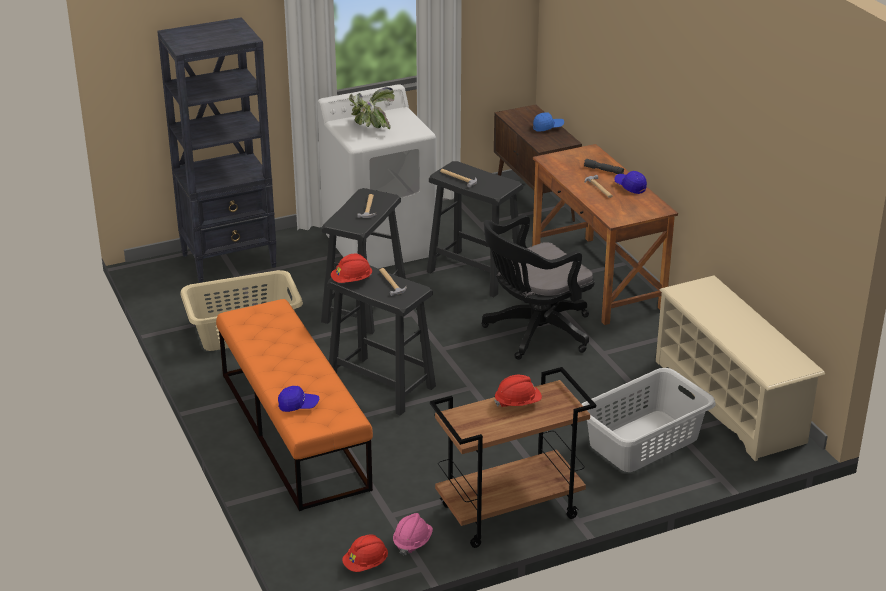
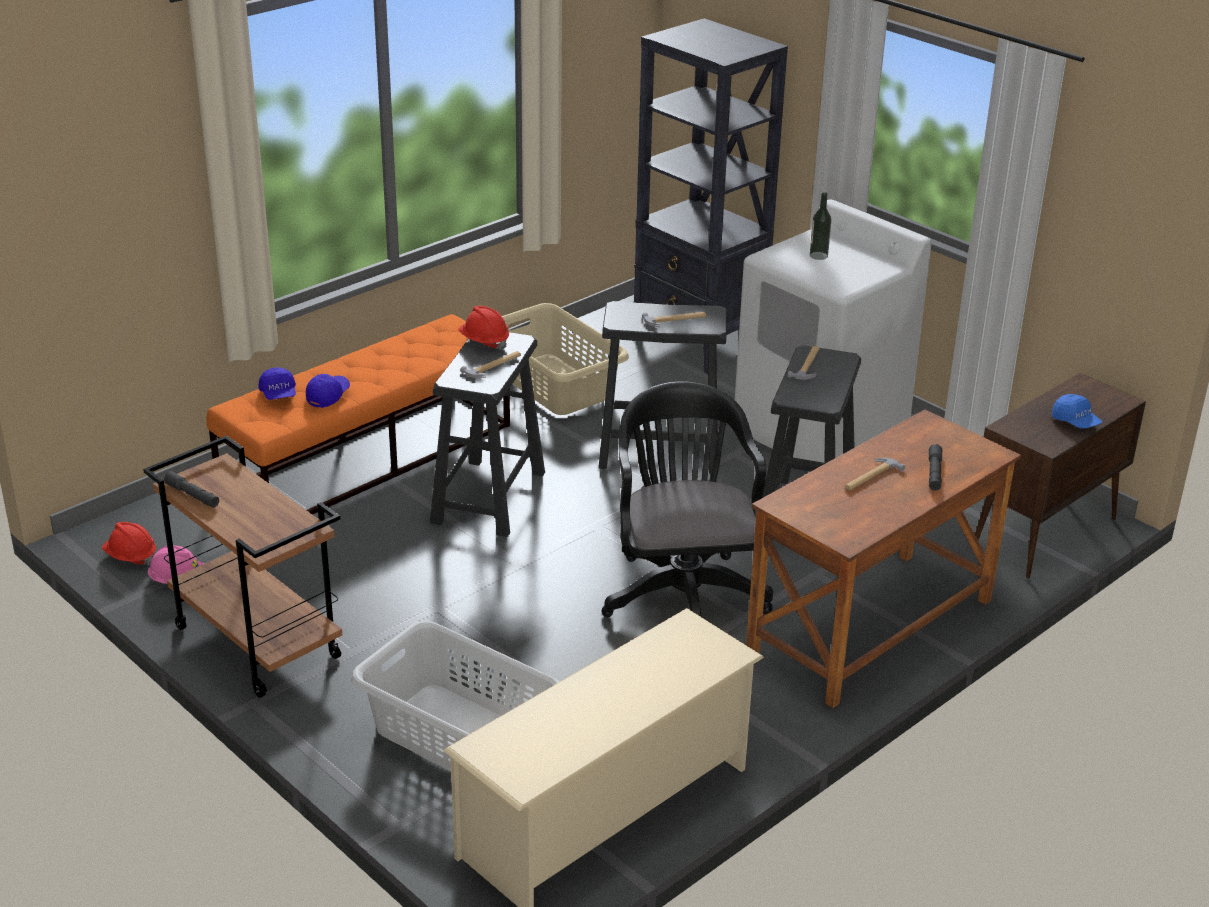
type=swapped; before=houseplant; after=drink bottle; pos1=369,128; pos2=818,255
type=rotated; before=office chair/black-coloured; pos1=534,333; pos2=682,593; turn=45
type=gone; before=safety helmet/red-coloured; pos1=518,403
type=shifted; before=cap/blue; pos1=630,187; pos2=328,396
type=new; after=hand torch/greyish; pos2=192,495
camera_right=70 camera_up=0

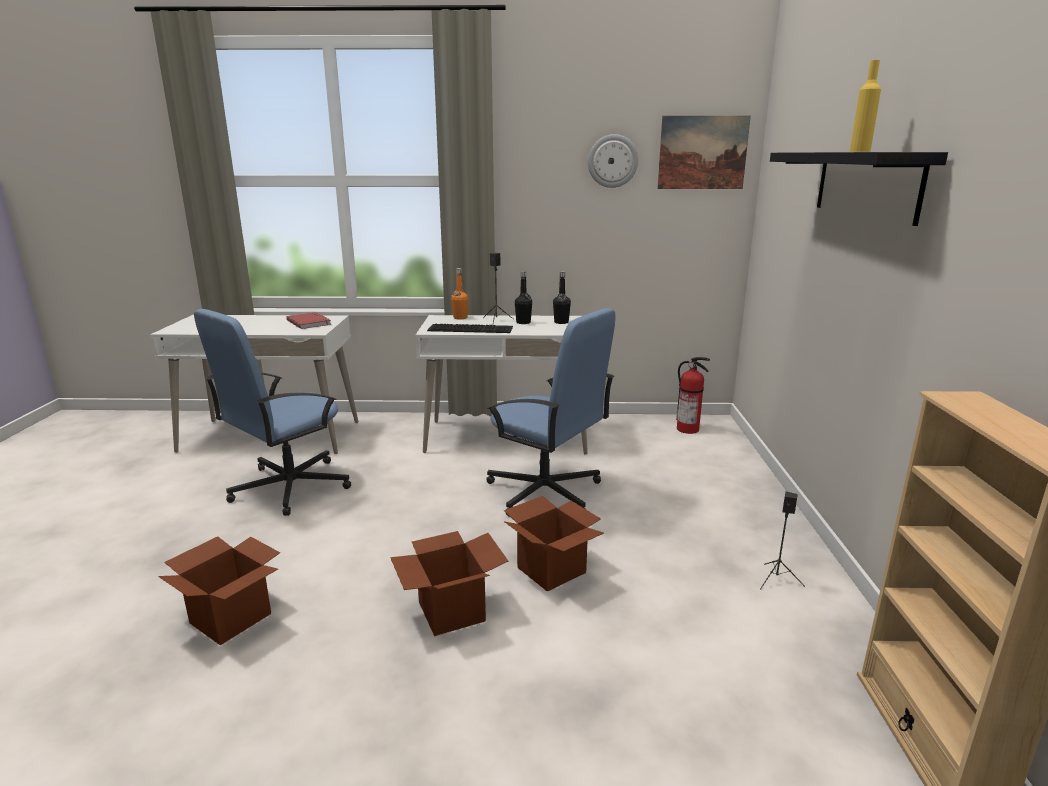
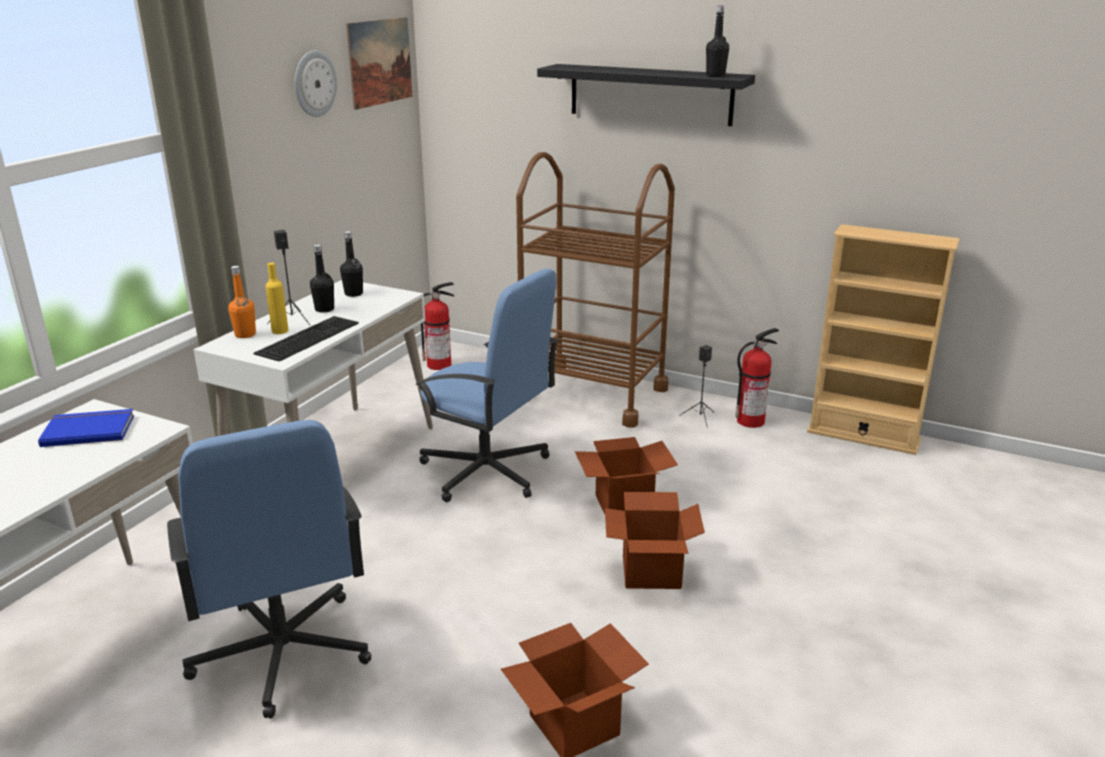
type=repainted; before=bound book/red-coloured; after=bound book/blue; pos1=310,322; pos2=88,430
type=rotated; before=office chair/blue; pos1=545,492; pos2=487,471; turn=60
type=shifted; before=drink bottle/yellowish; pos1=859,151; pos2=280,331
type=new; after=cart/brownish; pos2=592,394
type=new; after=drink bottle/black-coloured; pos2=715,76
type=new; after=fire-fighting cylinder; pos2=751,421
camera_right=-65 camera_up=5

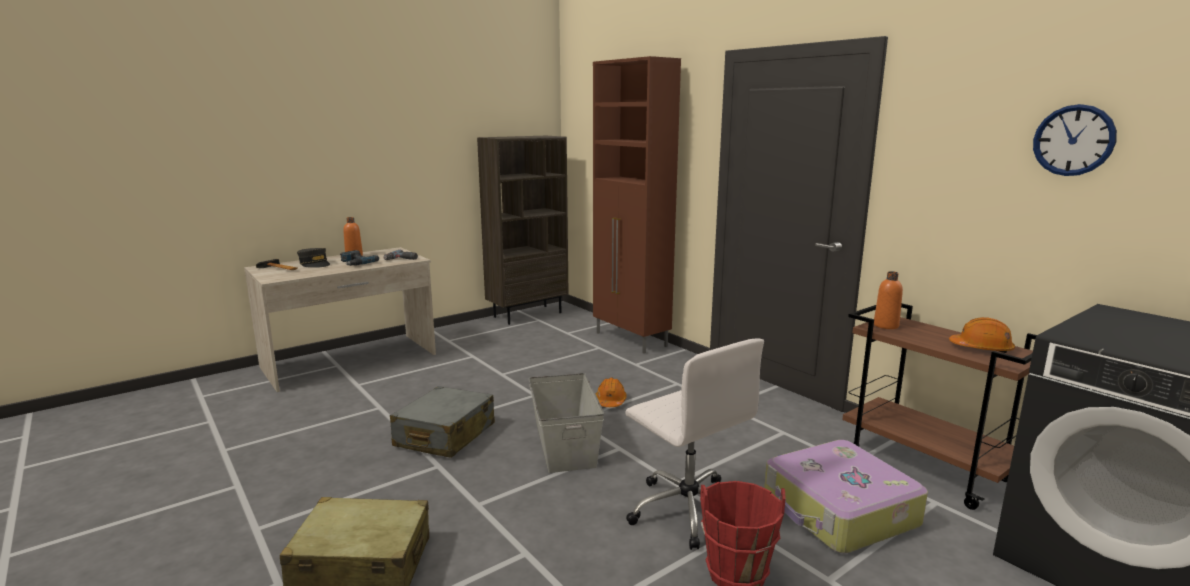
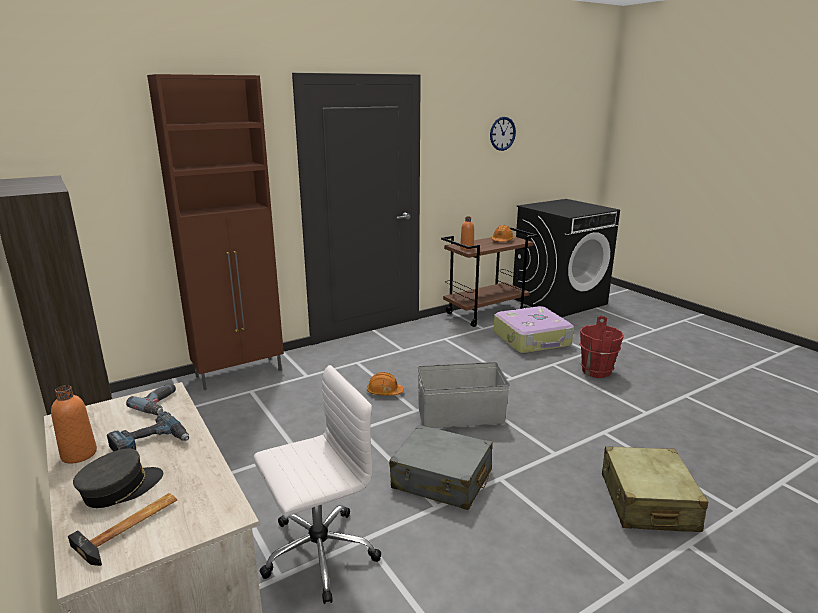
type=shifted; before=office chair/white; pos1=686,509; pos2=317,553
camera_right=-85 camera_up=5

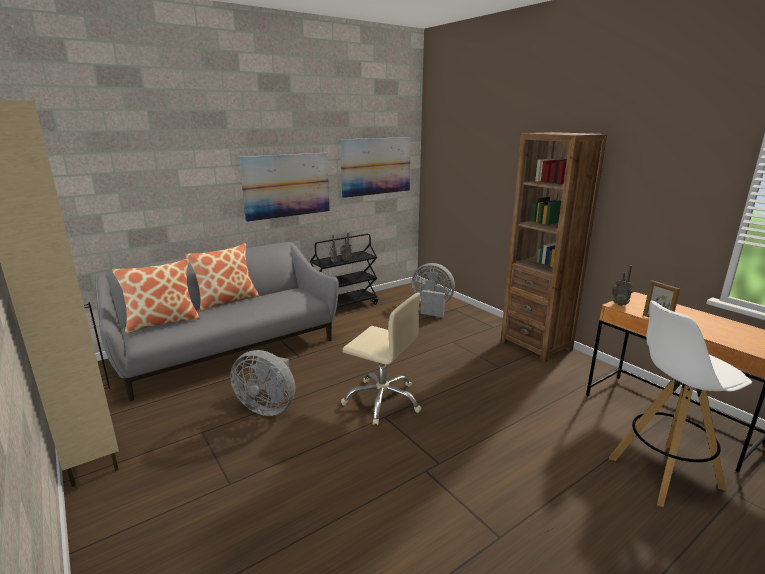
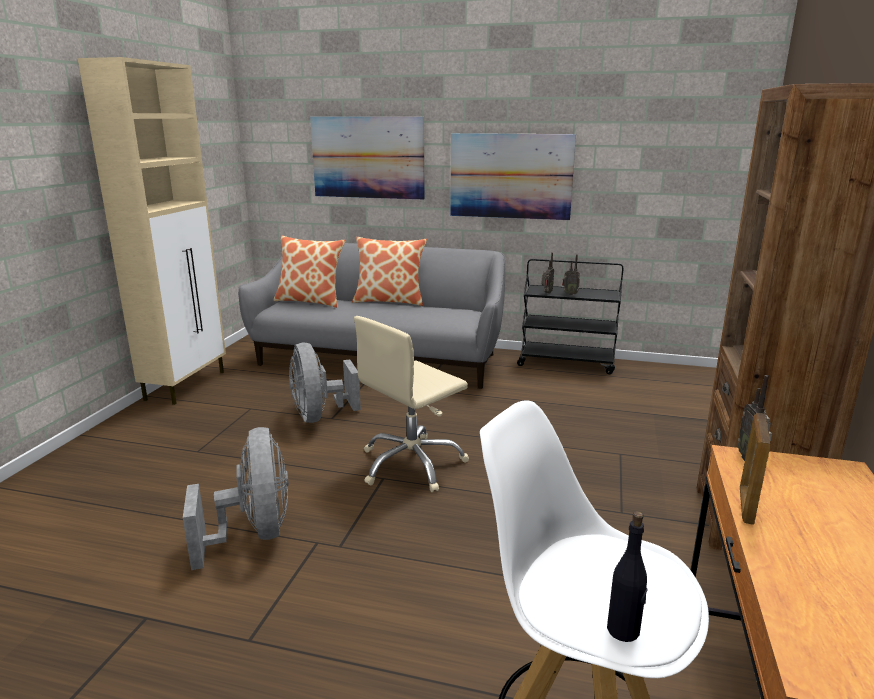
type=shifted; before=wall art; pos1=376,166; pos2=368,157
type=rotated; before=office chair/sand-coloured; pos1=383,400; pos2=412,464; turn=60
type=shifted; before=cooling fan/greyish; pos1=431,307; pos2=254,534
type=new; after=drink bottle/black-coloured; pos2=623,630
camera_right=50 camera_up=0

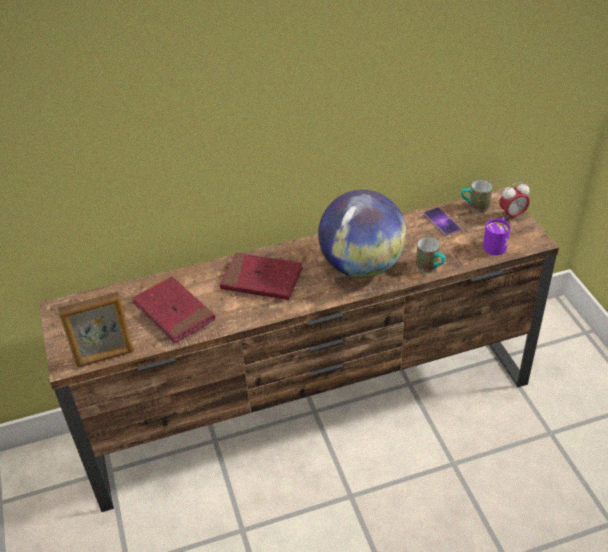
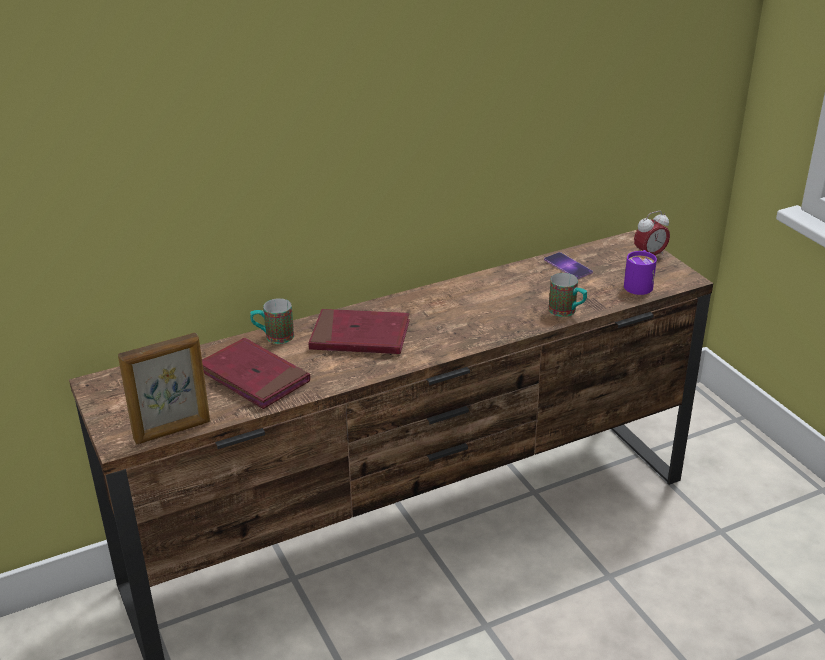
type=gone; before=desk globe; pos1=362,266
type=shifted; before=tea mug; pos1=474,207; pos2=273,337
camera_right=-10 camera_up=-10

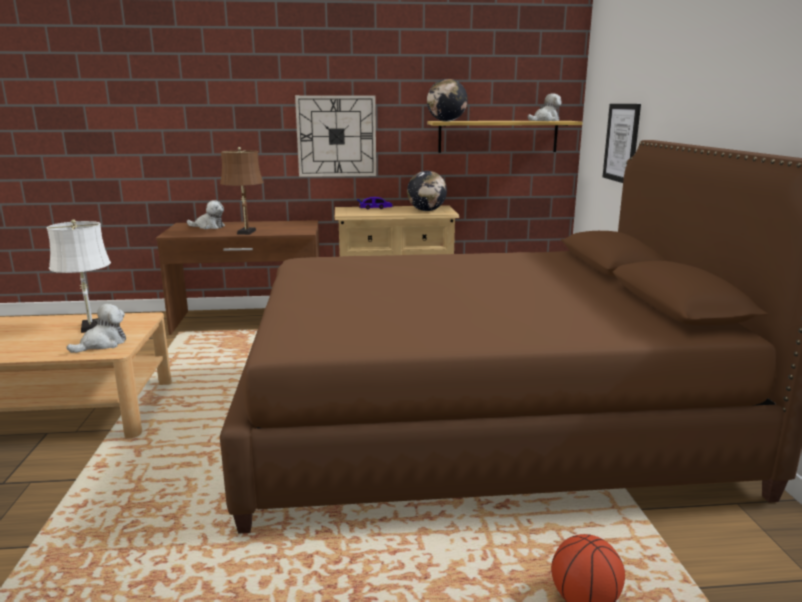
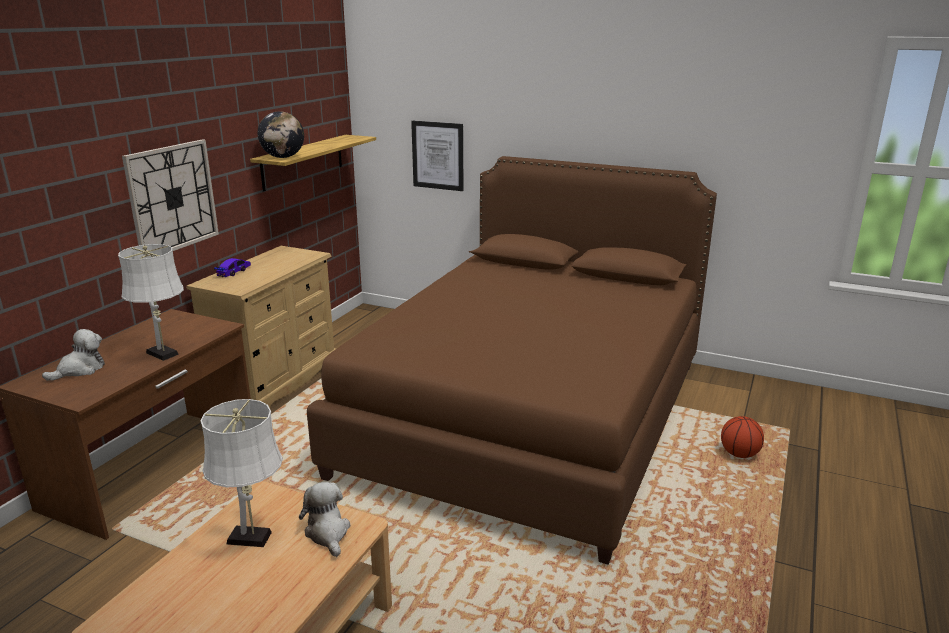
type=repainted; before=lamp for a table/brownish; after=lamp for a table/white; pos1=245,232; pos2=164,354
type=gone; before=desk globe; pos1=426,210
type=gone; before=plush toy; pos1=545,120
camera_right=-60 camera_up=5

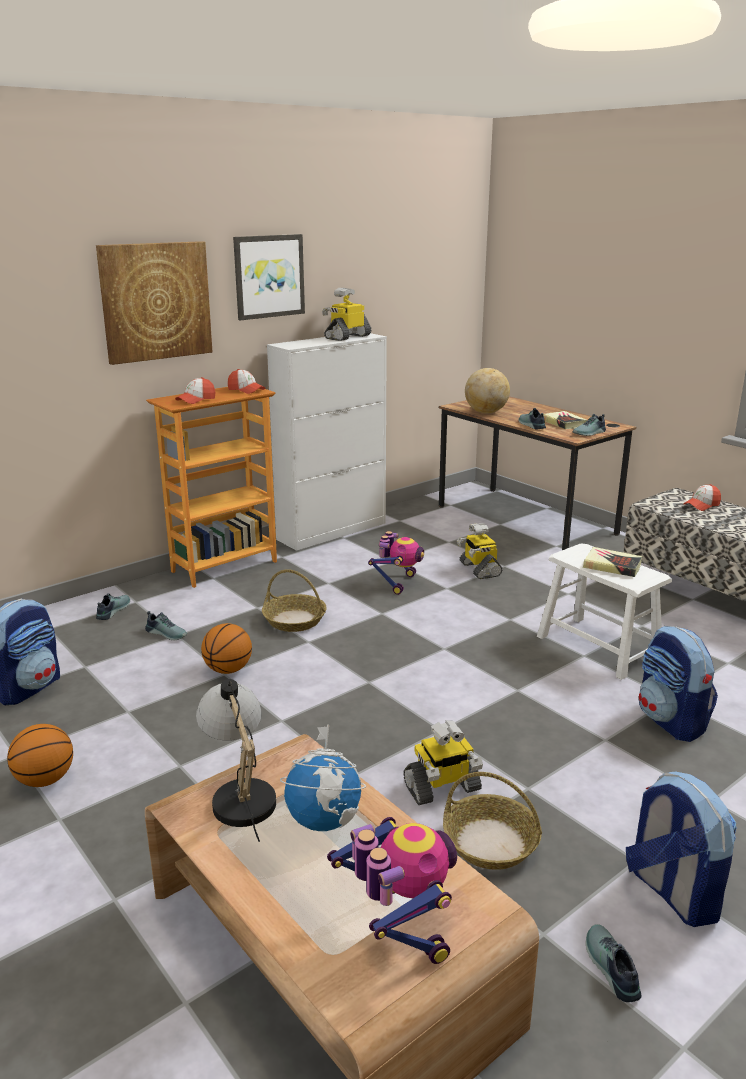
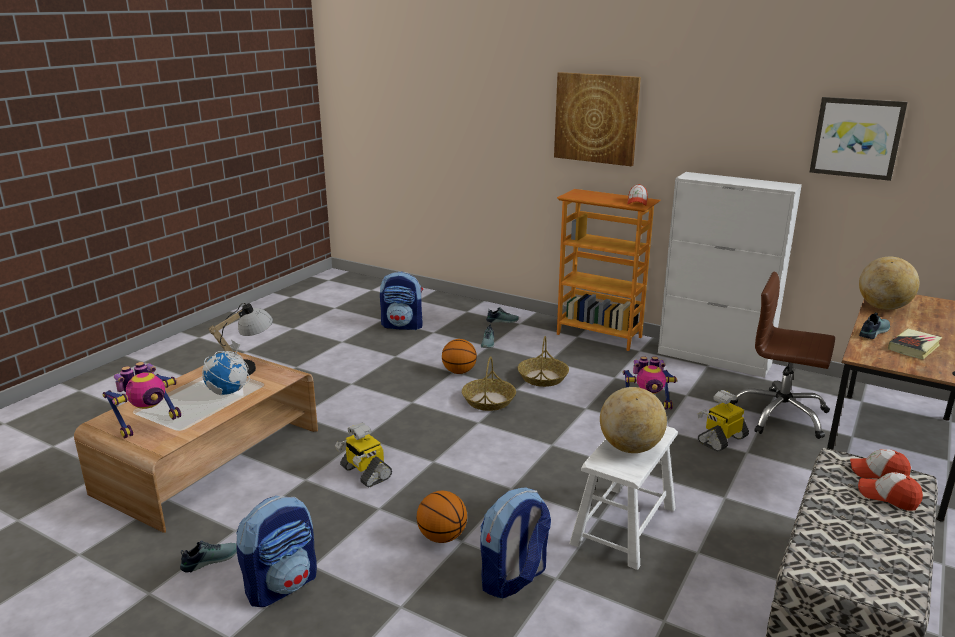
type=shifted; before=basketball; pos1=45,780; pos2=442,536
type=shifted; before=cap; pos1=196,400; pos2=878,473
type=shifted; before=wall art; pos1=269,276; pos2=856,138
type=gone; before=toy robot; pos1=347,337
type=shifted; before=storage basket; pos1=490,842; pos2=488,400
type=gone; before=shoe; pos1=590,433
type=swapped; before=bound book; after=desk globe; pos1=612,566; pos2=630,448
type=new; after=office chair/brownish; pos2=780,415
camera_right=70 camera_up=0

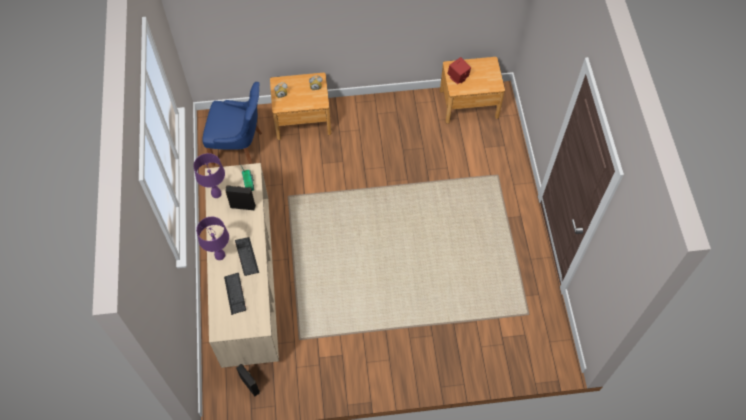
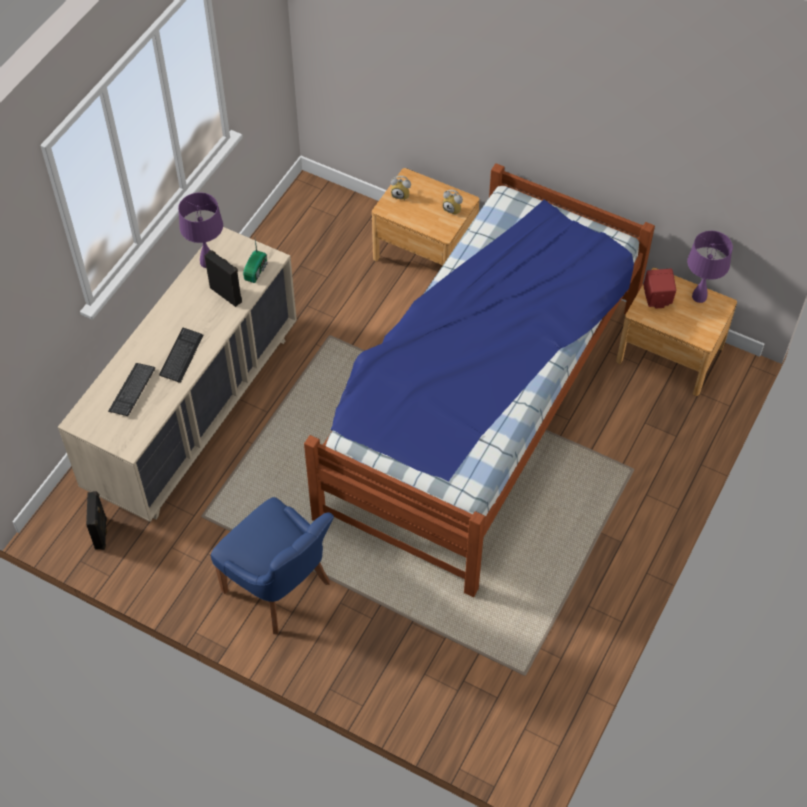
type=shifted; before=lamp for a table/purplish; pos1=219,255; pos2=699,296
type=shifted; before=chair/blue; pos1=239,148; pos2=280,588
type=new; after=sleeping bed; pos2=479,409
camera_right=35 camera_up=-5

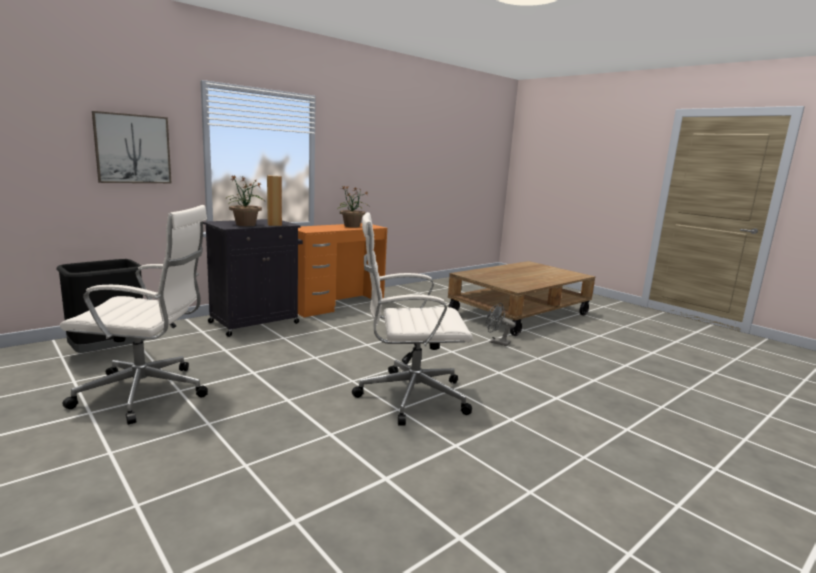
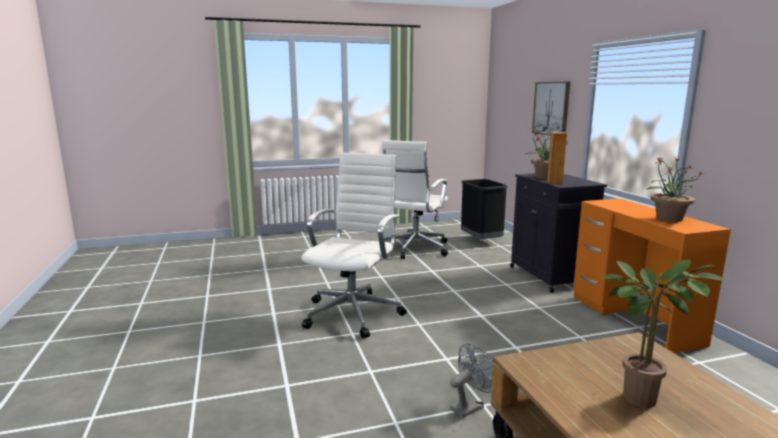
type=new; after=houseplant; pos2=643,397
camera_right=115 camera_up=0

